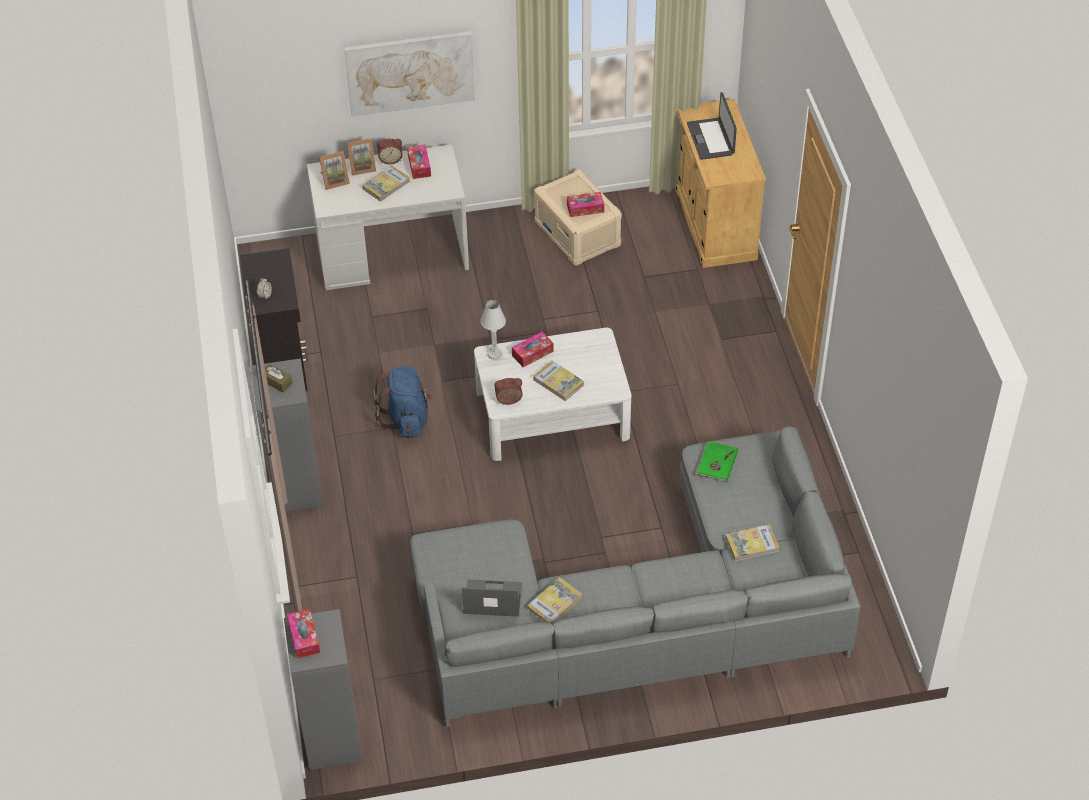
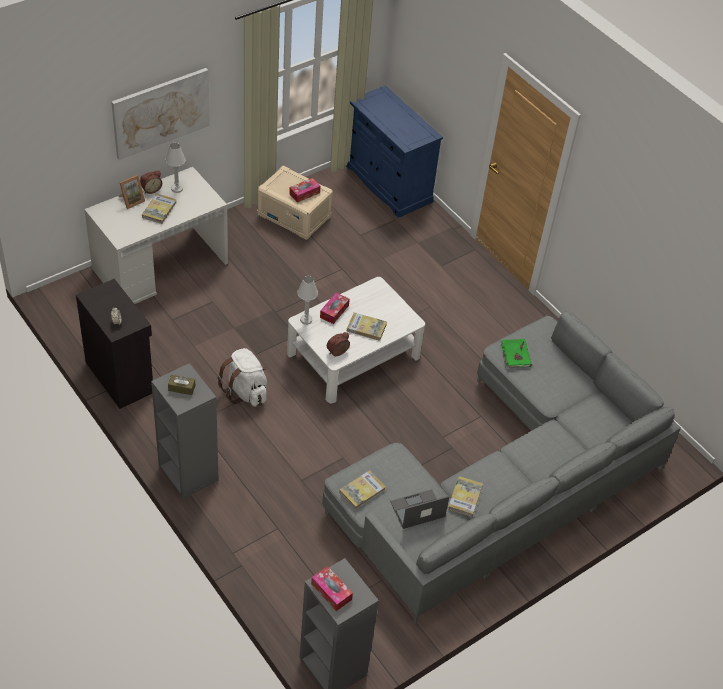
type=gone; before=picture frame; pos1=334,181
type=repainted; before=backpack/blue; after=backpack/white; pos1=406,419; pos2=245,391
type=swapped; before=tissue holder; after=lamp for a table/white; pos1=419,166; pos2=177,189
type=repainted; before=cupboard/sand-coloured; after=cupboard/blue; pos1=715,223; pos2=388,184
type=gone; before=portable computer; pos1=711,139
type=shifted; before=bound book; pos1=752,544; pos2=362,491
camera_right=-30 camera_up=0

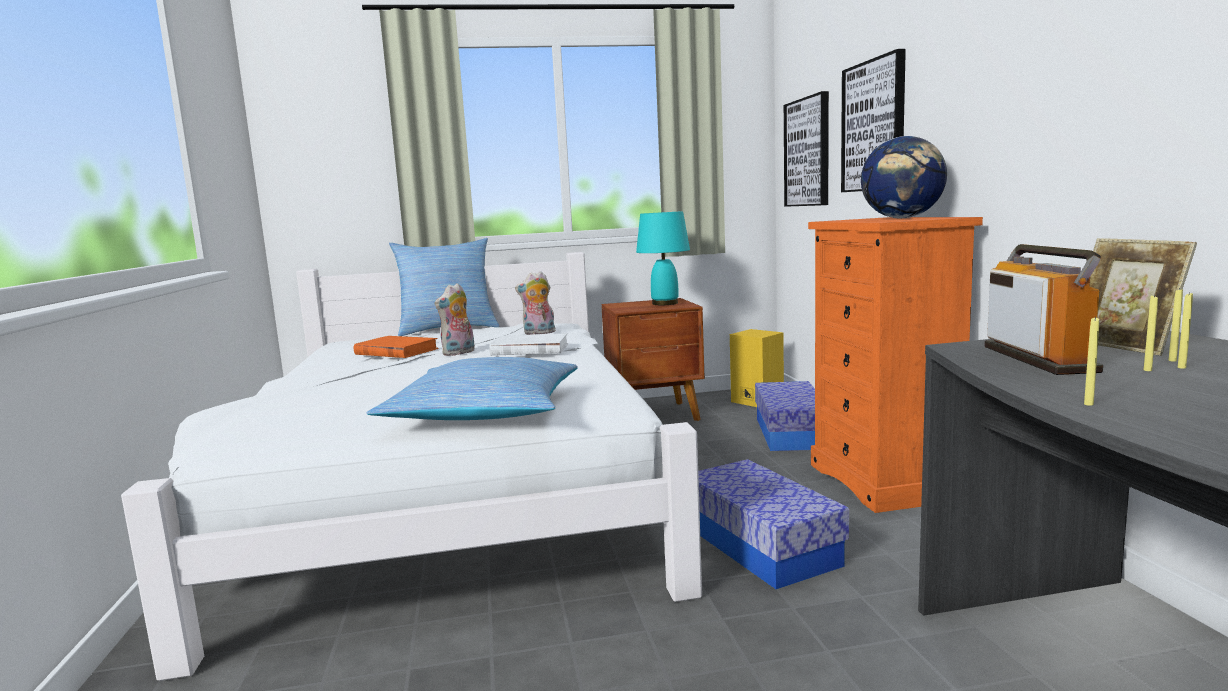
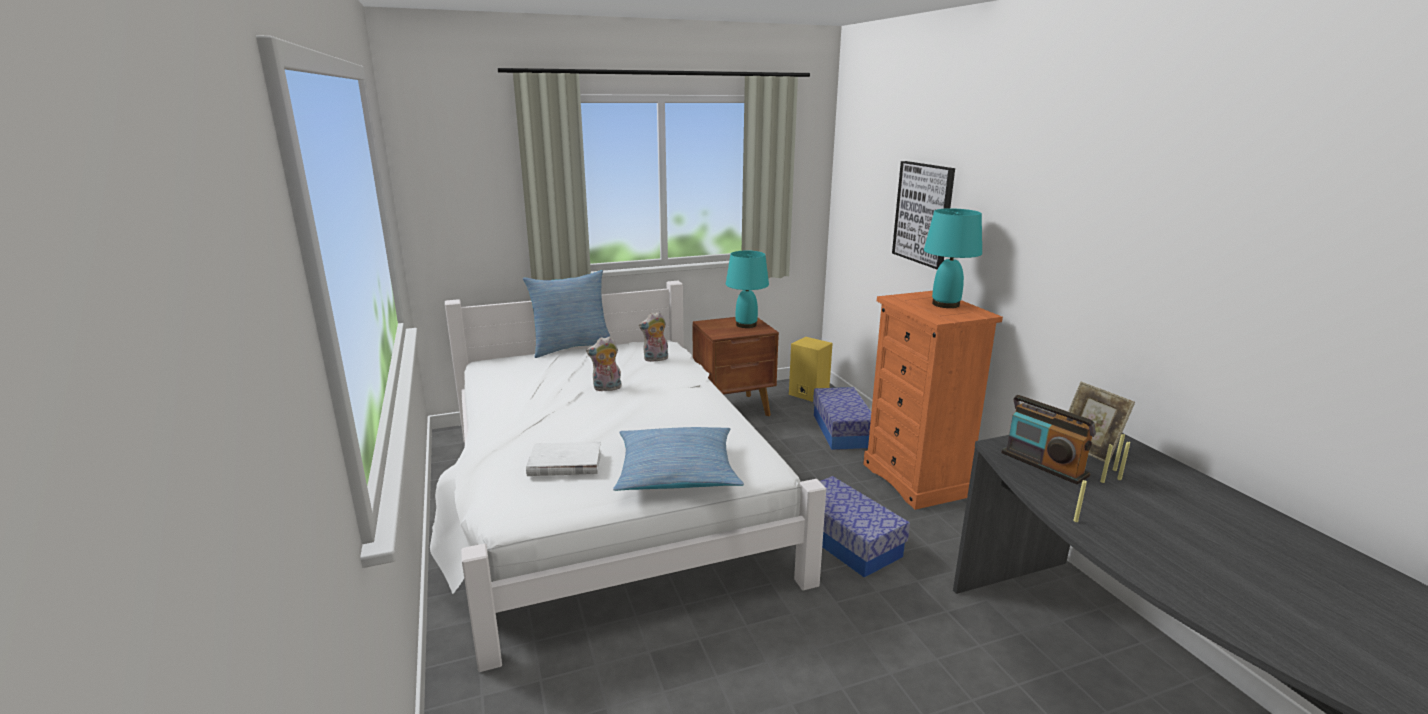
type=gone; before=bound book/orangey; pos1=396,351
type=rotated; before=plush toy; pos1=459,353; pos2=606,388; turn=45
type=shifted; before=bound book/white; pos1=529,350; pos2=564,463
type=gone; before=wall art; pos1=808,152
type=swapped; before=desk globe; after=lamp for a table/blue-green; pos1=902,218; pos2=946,304
type=rotated; before=radio receiver; pos1=1038,358; pos2=1043,464; turn=150
camera_right=-10 camera_up=10

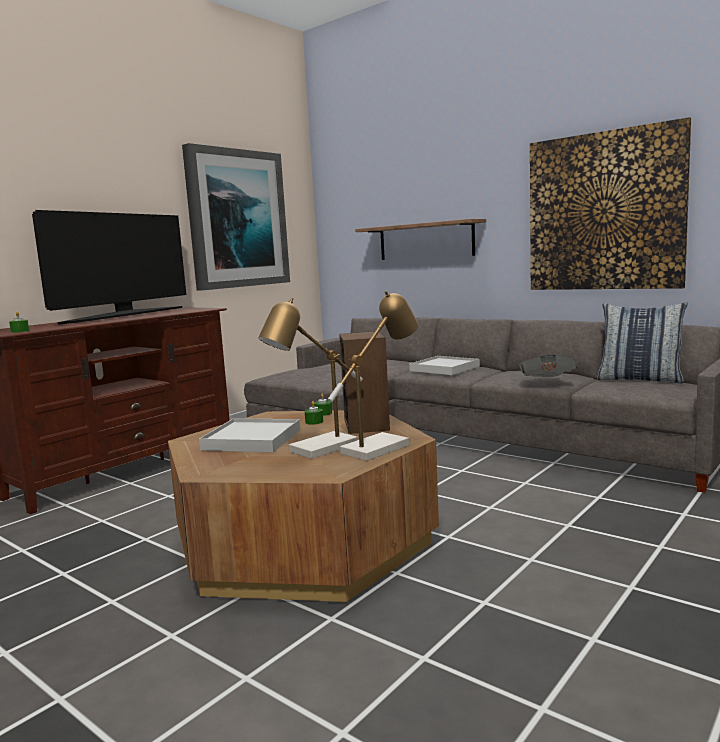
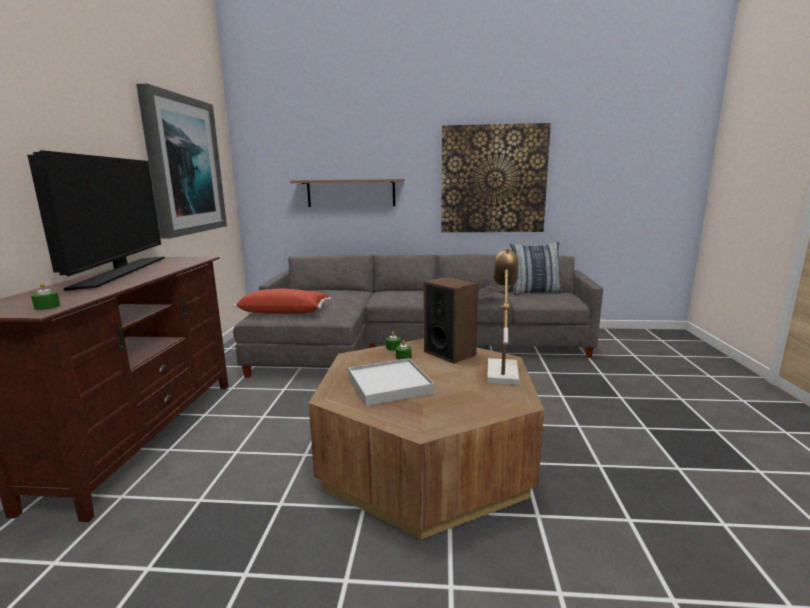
type=gone; before=lamp for a table; pos1=317,450
type=gone; before=tray/white; pos1=445,368
type=new; after=pillow/red-coloured; pos2=284,312
camera_right=-35 camera_up=5

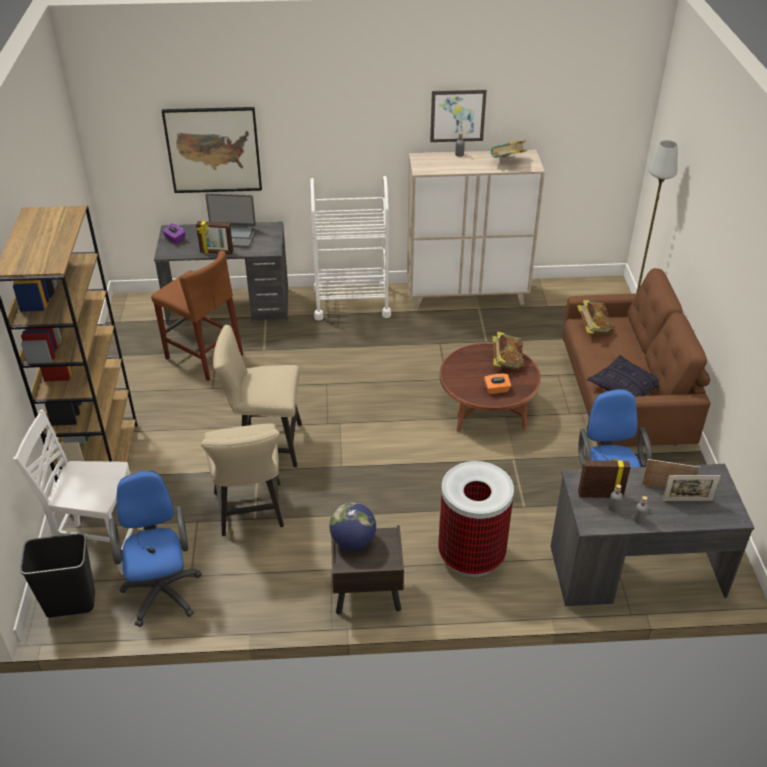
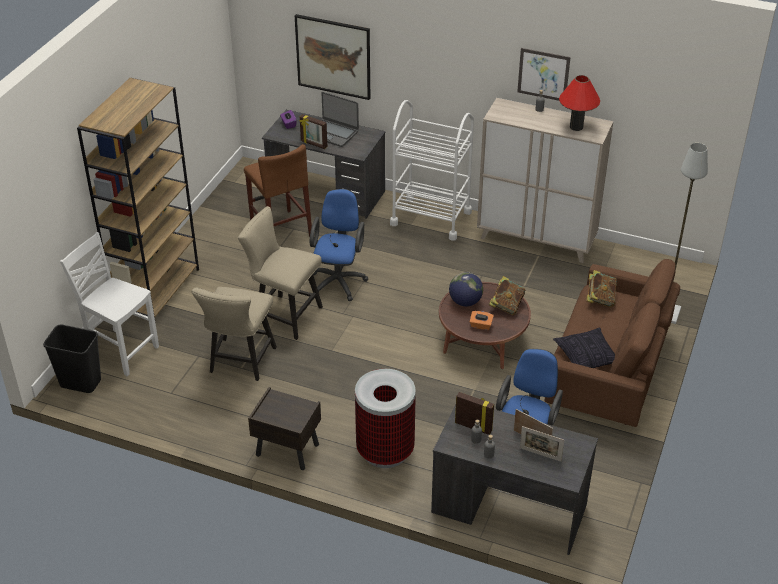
type=shifted; before=office chair/blue; pos1=162,589; pos2=339,280
type=shifted; before=desk globe; pos1=353,541; pos2=465,302
type=swapped; before=bound book; after=lamp for a table/red-coloured; pos1=507,162; pos2=576,127
camera_right=25 camera_up=0

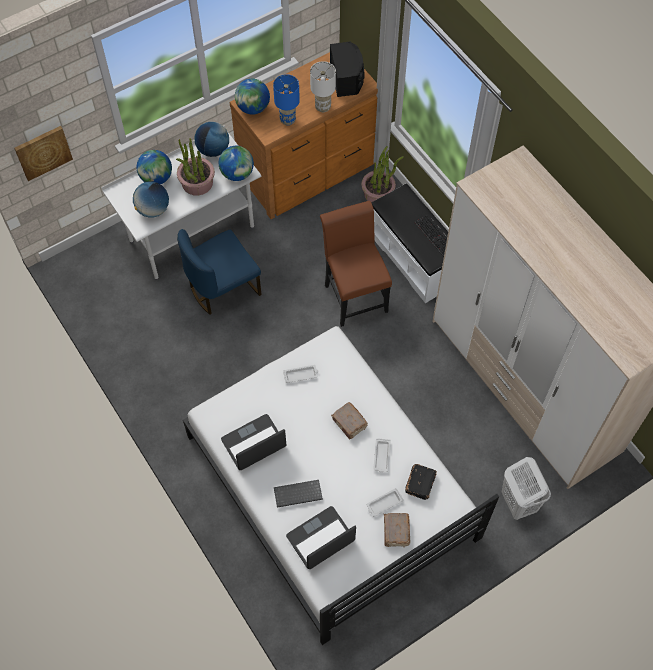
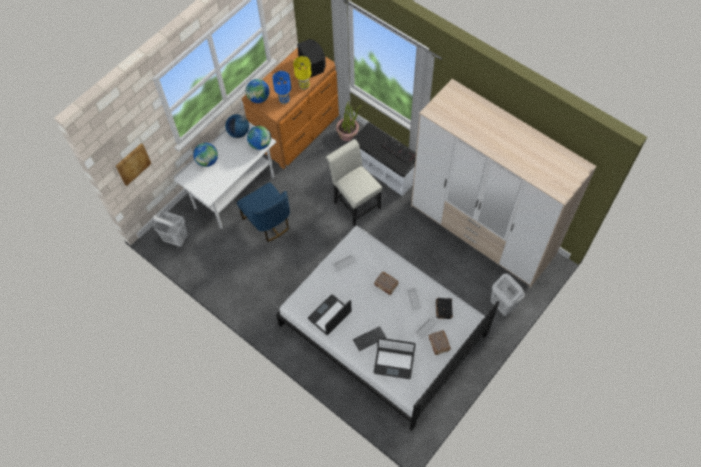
type=gone; before=desk globe; pos1=153,209
type=gone; before=houseplant; pos1=197,183
type=rotated; before=chair/blue; pos1=223,288; pos2=268,222; turn=-75
type=rotated; before=portable computer; pos1=321,539; pos2=394,362; turn=-120
type=repainted; before=lamp for a table/white; after=lamp for a table/yellowish; pos1=323,107; pos2=304,86
type=repainted; before=chair/brownish; after=chair/white; pos1=354,294; pos2=355,203
type=new; after=hamper/white; pos2=176,239
camera_right=-15 camera_up=0

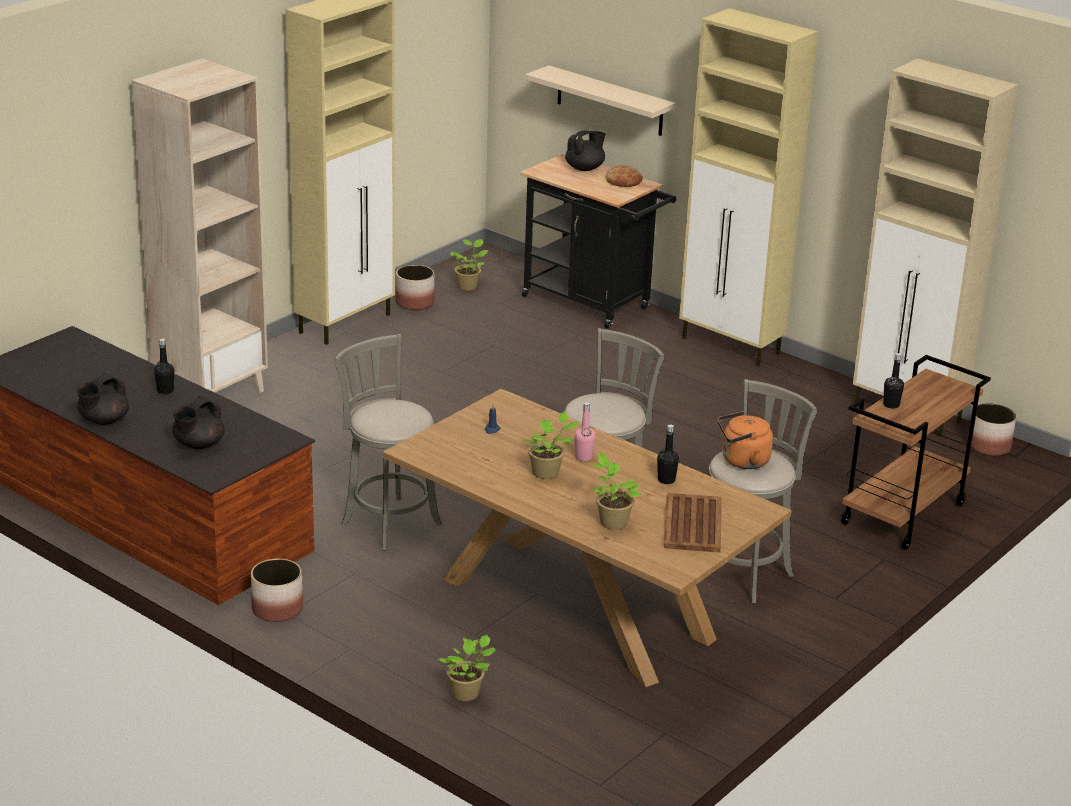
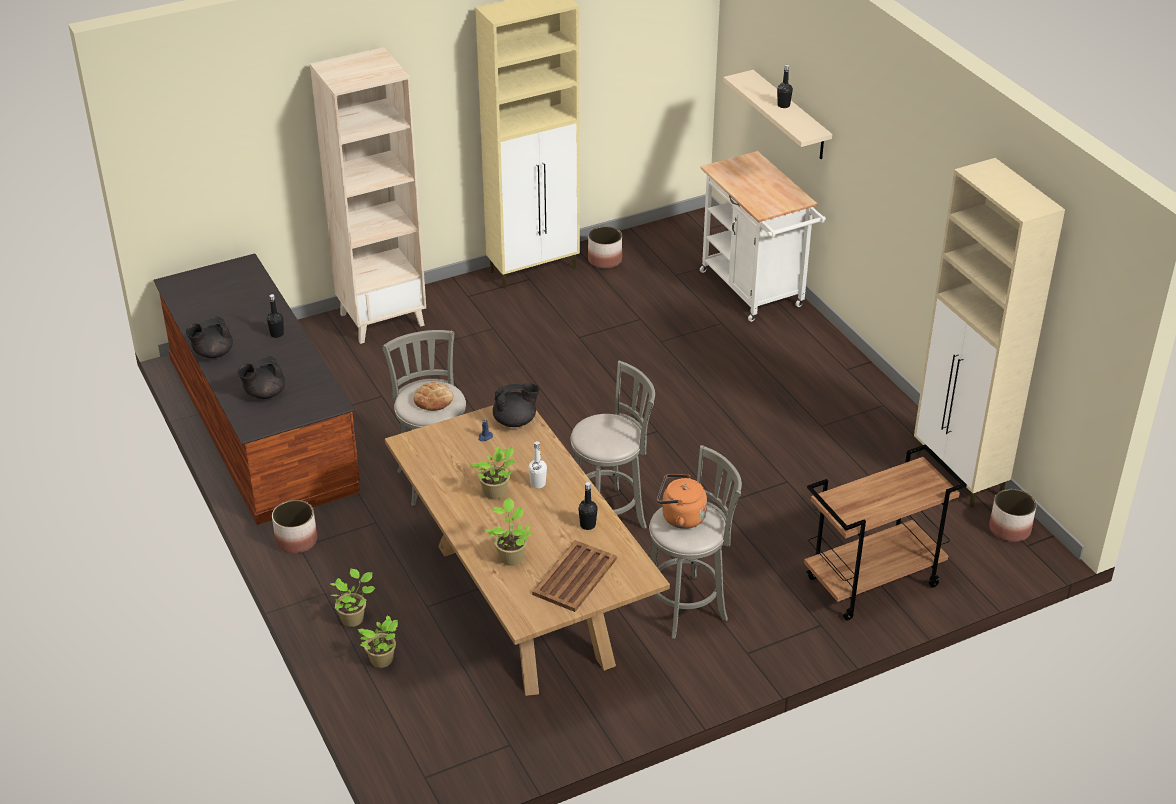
type=shifted; before=houseplant; pos1=468,286; pos2=354,618
type=repainted; before=cart/black-coloured; after=cart/white; pos1=592,304; pos2=755,292
type=shifted; before=pot for tea/black-coloured; pos1=585,168; pos2=515,421
type=repainted; before=drink bottle/pinkish; after=drink bottle/white; pos1=583,457; pos2=538,484
type=shifted; before=bakery bread; pos1=623,181; pos2=433,400
type=gone; before=cupboard/sand-coloured; pos1=731,346
type=shifted; before=drink bottle/black-coloured; pos1=891,405; pos2=783,105
camera_right=25 camera_up=10

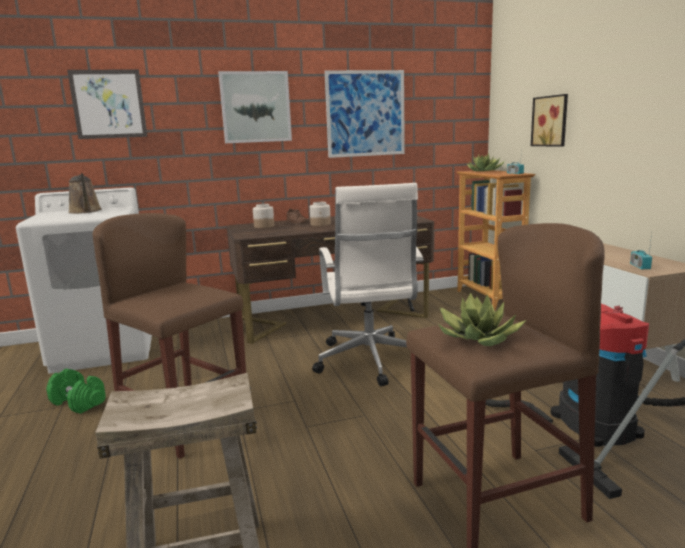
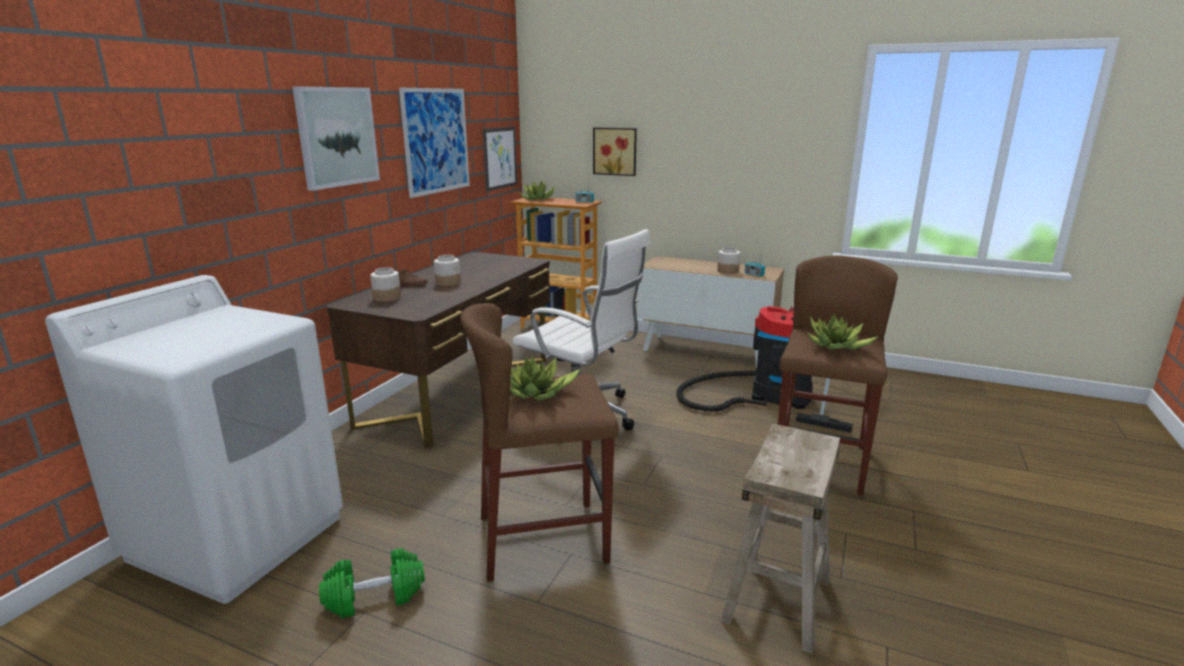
type=shifted; before=wall art; pos1=108,104; pos2=500,158
type=gone; before=sprinkling can/brownish; pos1=85,211
type=new; after=houseplant; pos2=538,393
type=new; after=preserve jar; pos2=727,271
camera_right=-50 camera_up=5

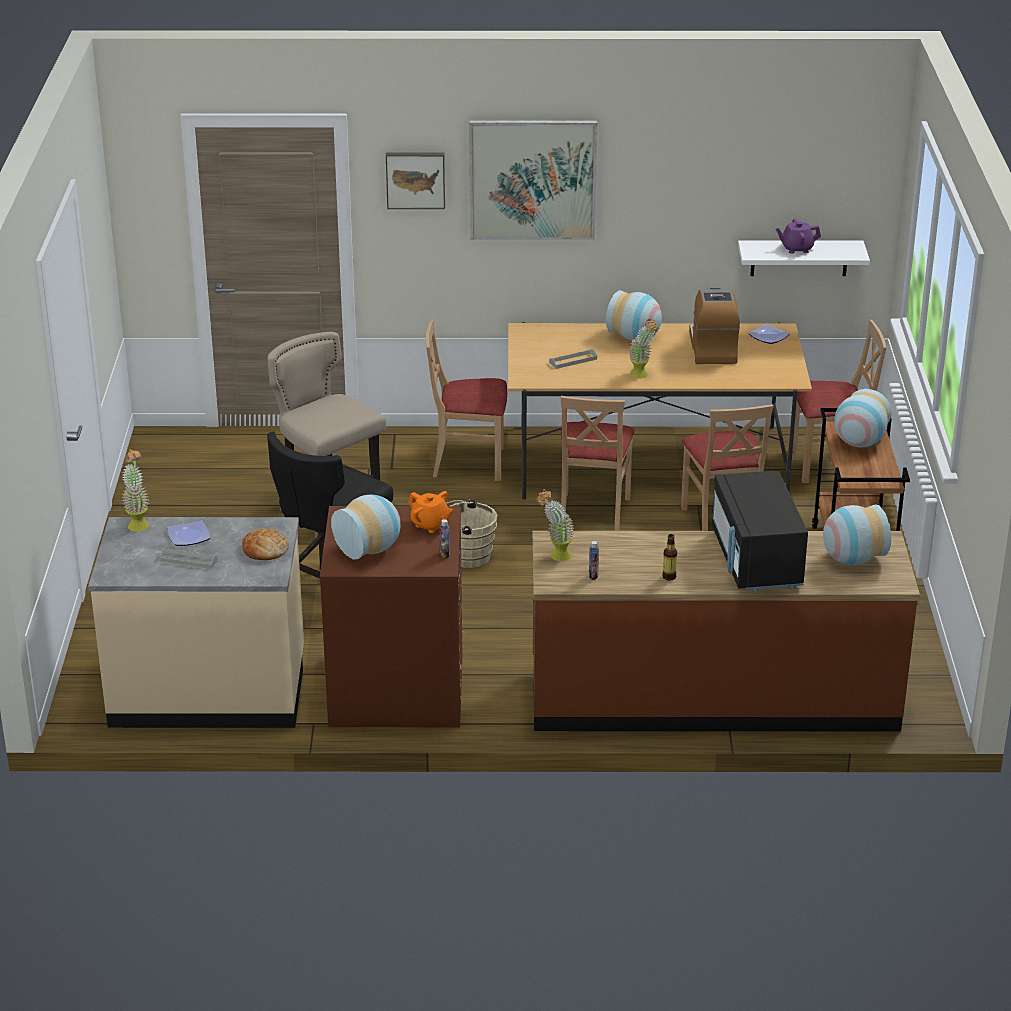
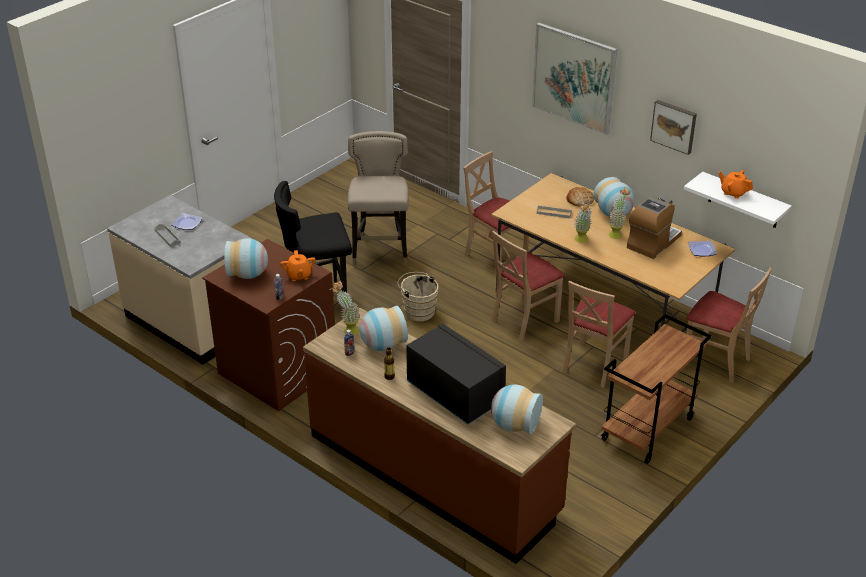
type=shifted; before=houseplant; pos1=138,523; pos2=616,233
type=shifted; before=bakery bread; pos1=265,549; pos2=579,200
type=shifted; before=wall art; pos1=415,179; pos2=674,126
type=rotated; before=microwave oven/black-coloured; pos1=756,560; pos2=455,394; turn=105
type=repainted; before=pot for tea/purplish; after=pot for tea/orangey; pos1=796,249; pos2=733,193
type=shifted; before=flower vase; pos1=859,443; pos2=382,345
camera_right=40 camera_up=5

